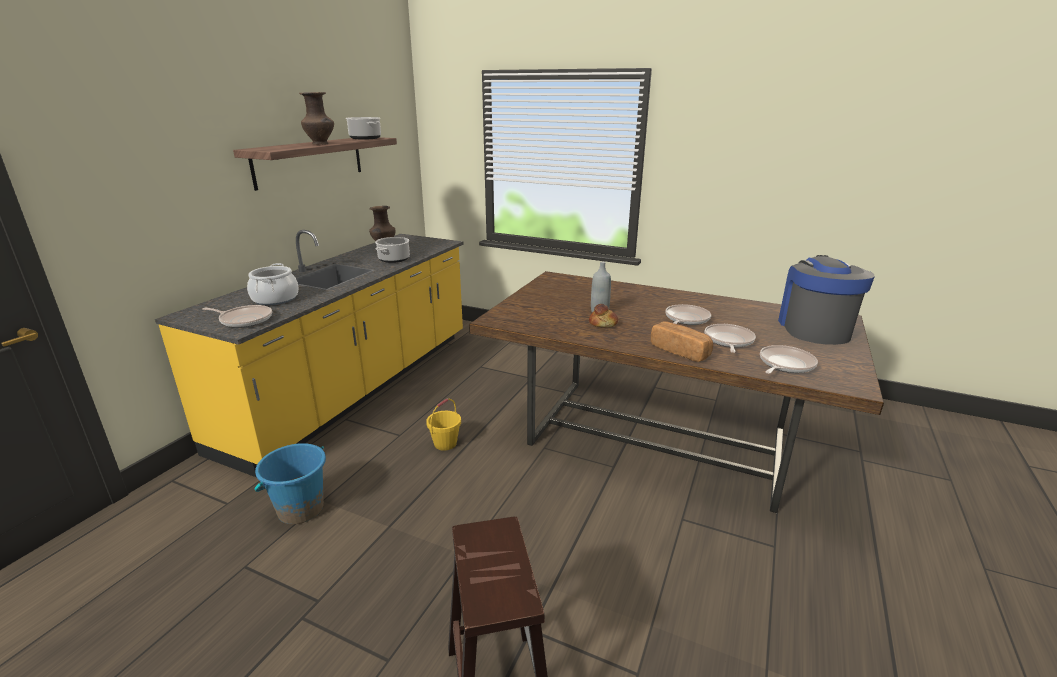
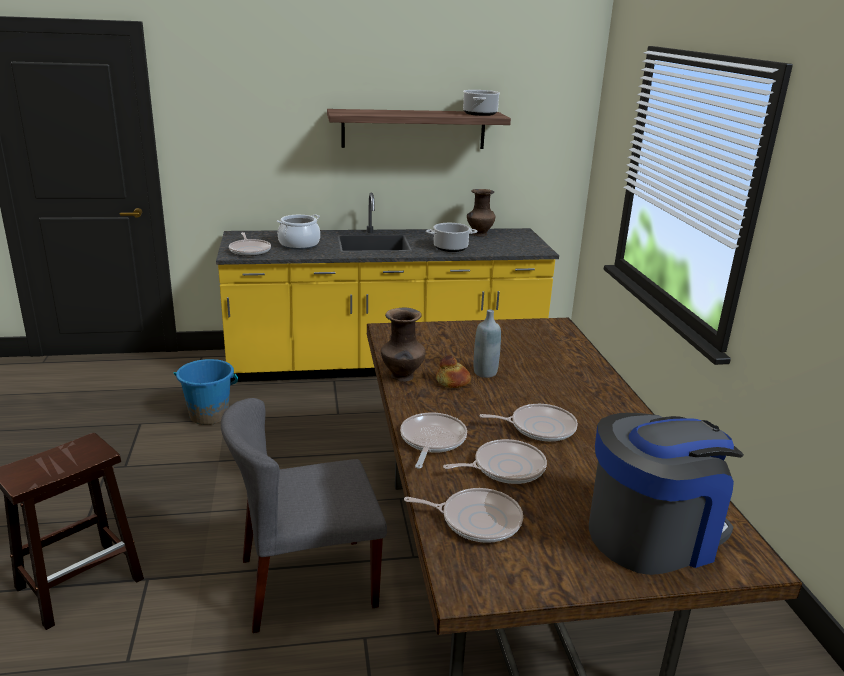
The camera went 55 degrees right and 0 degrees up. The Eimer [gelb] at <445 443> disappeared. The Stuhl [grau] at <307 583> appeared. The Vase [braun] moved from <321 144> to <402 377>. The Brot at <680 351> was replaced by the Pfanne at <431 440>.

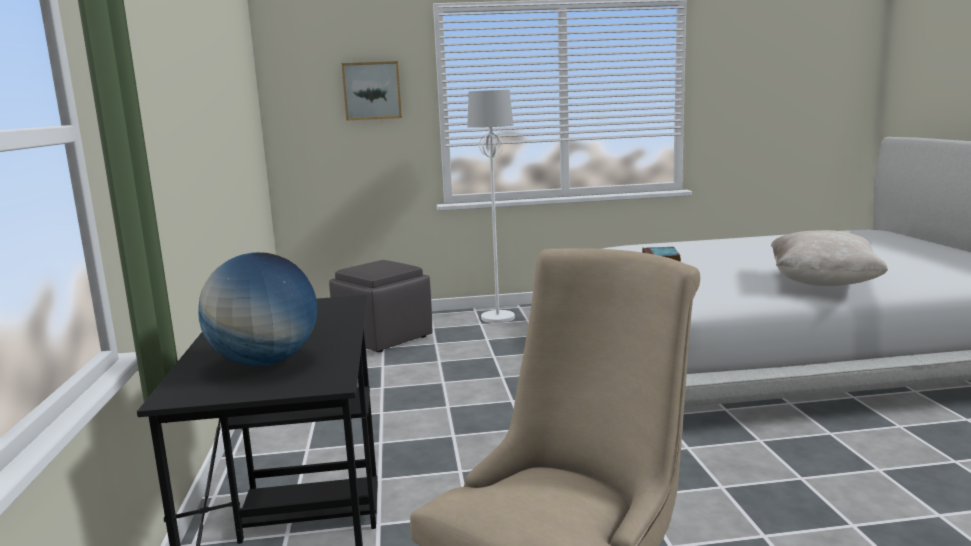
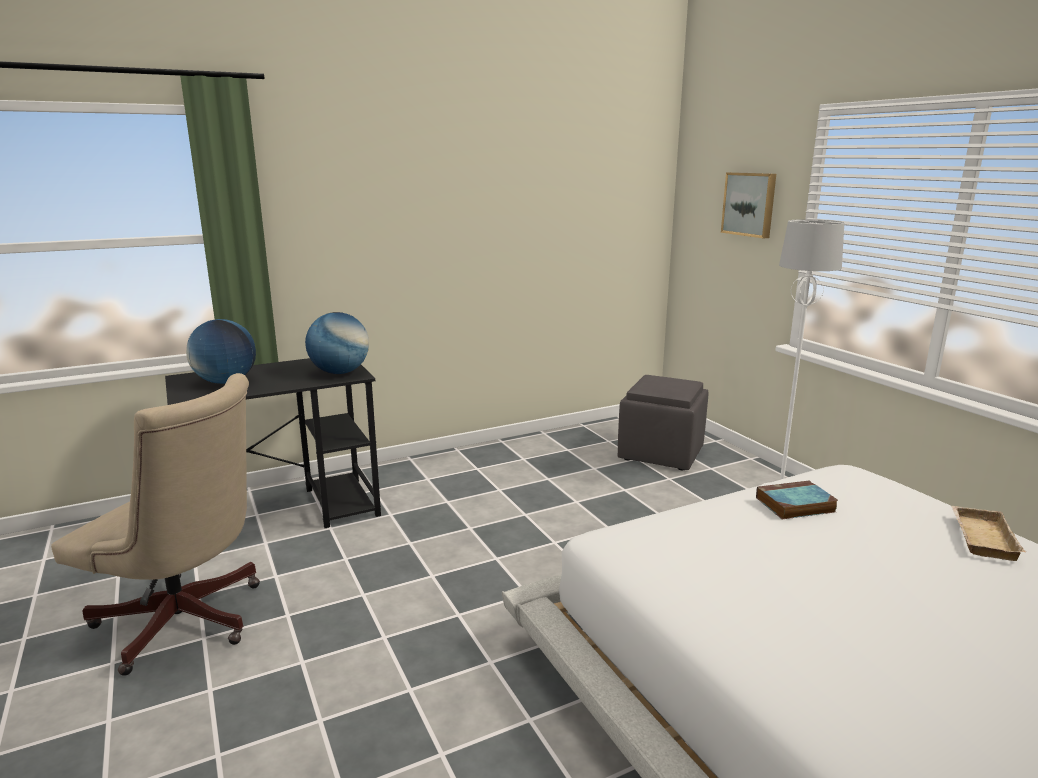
The camera went 70 degrees right and 5 degrees up. The Kissen [beige] at <823 283> disappeared. The Globus at <340 372> appeared. The Tablett [beige] at <980 537> appeared.

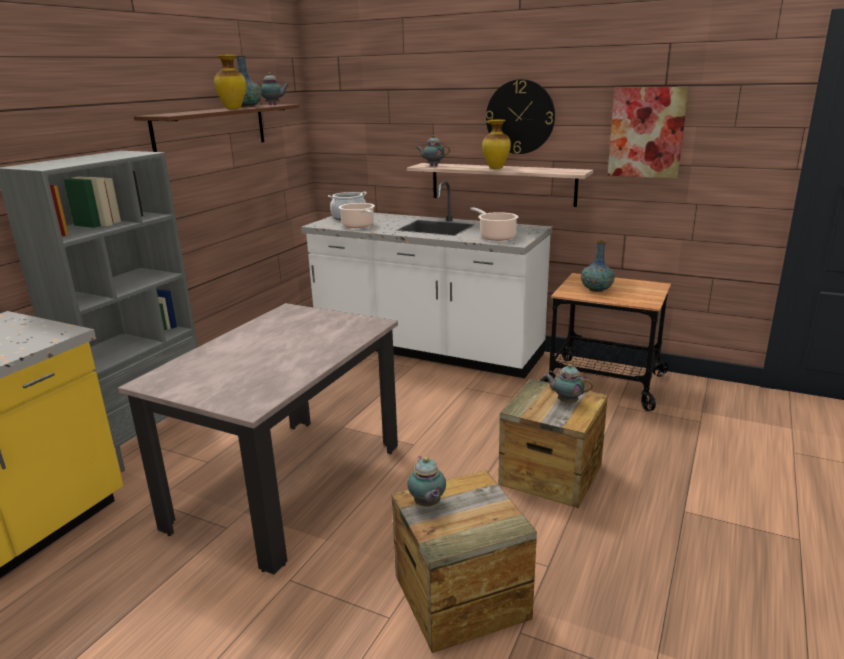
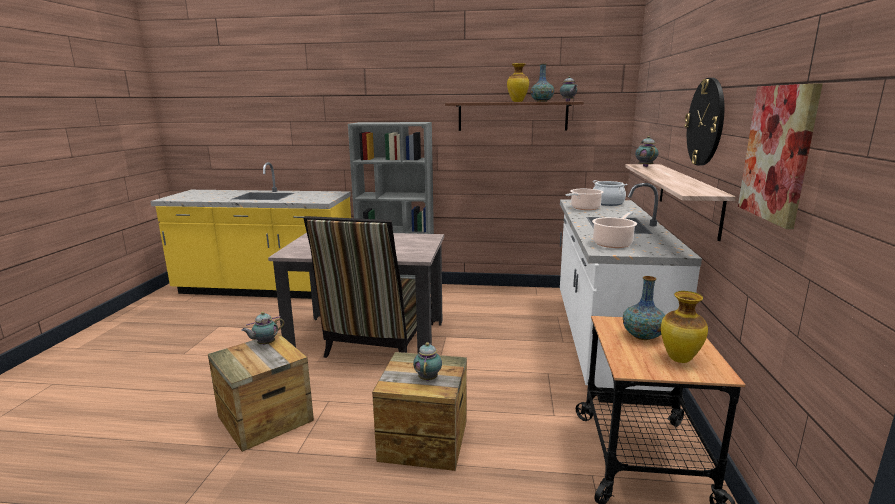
The camera went 70 degrees right and 5 degrees down. The Stuhl at <378 343> appeared. The Vase moved from <495 168> to <678 359>.

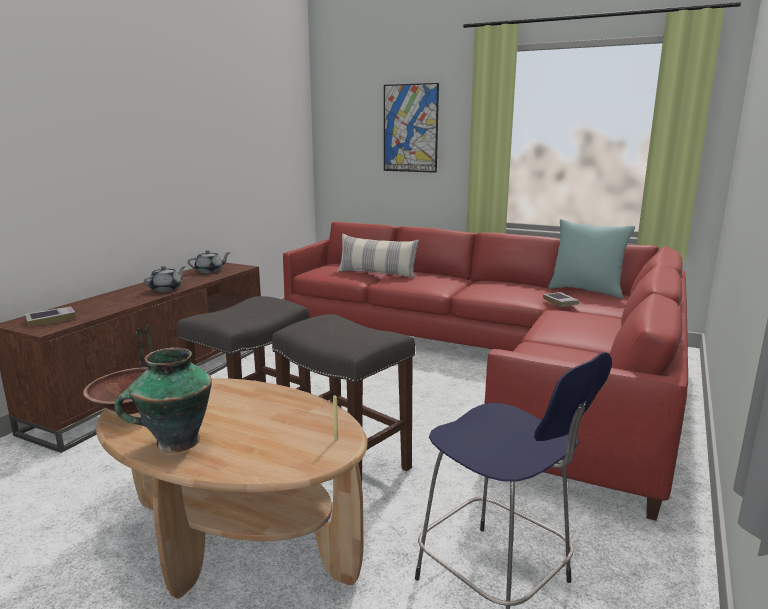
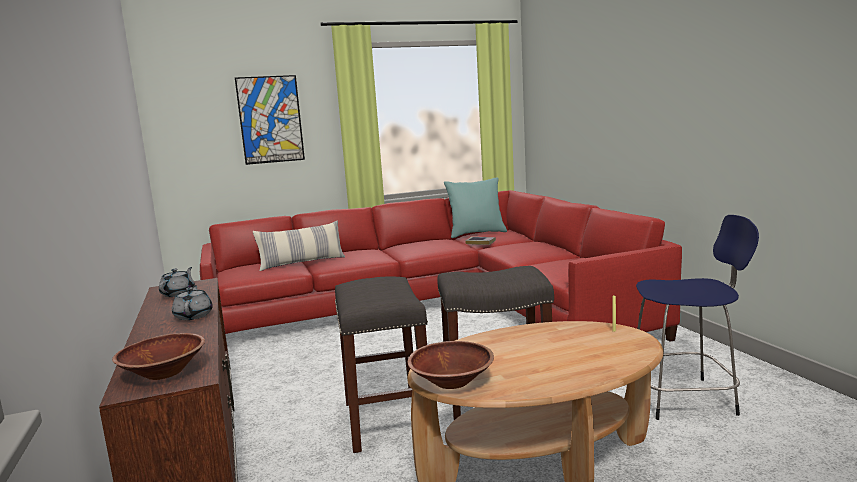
The camera went 45 degrees left and 5 degrees down. The Vase at <175 442> disappeared. The Buch at <51 319> was replaced by the Schüssel [braun] at <164 373>.

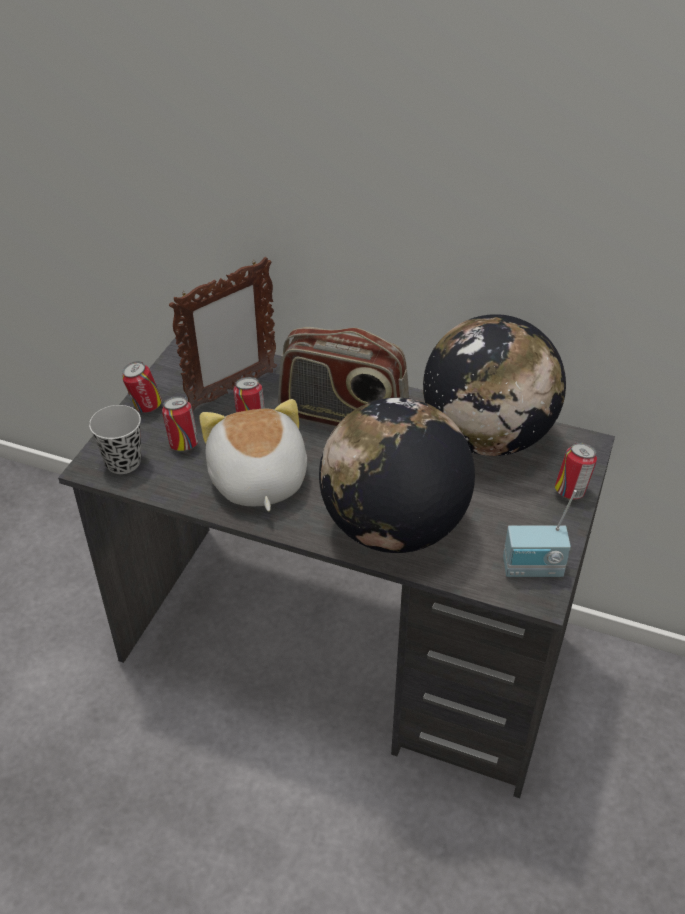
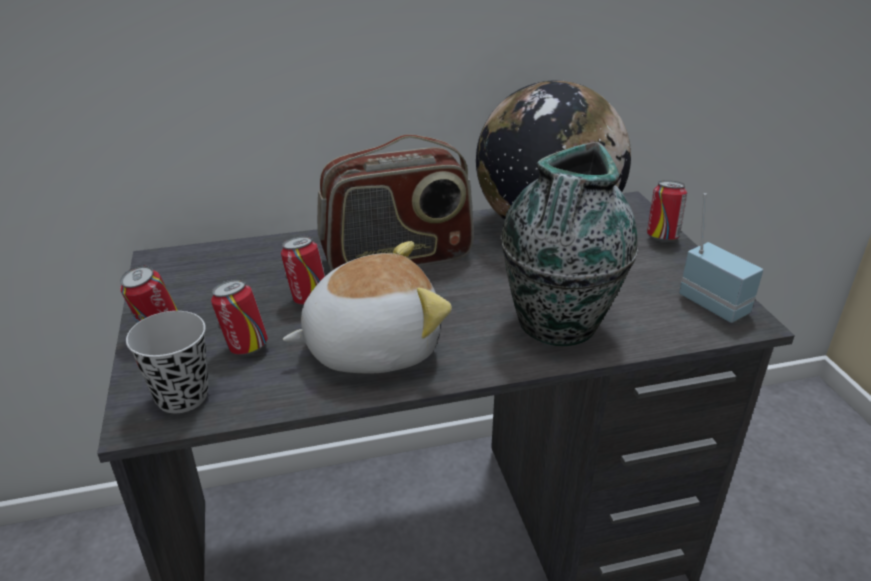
The camera went 35 degrees left and 10 degrees down. The Bilderrahmen at <231 390> disappeared. The Globus at <393 527> was replaced by the Vase at <557 325>. The Plüschtier at <257 480> turned 120 degrees clockwise. The Radio at <533 570> turned 90 degrees counterclockwise.

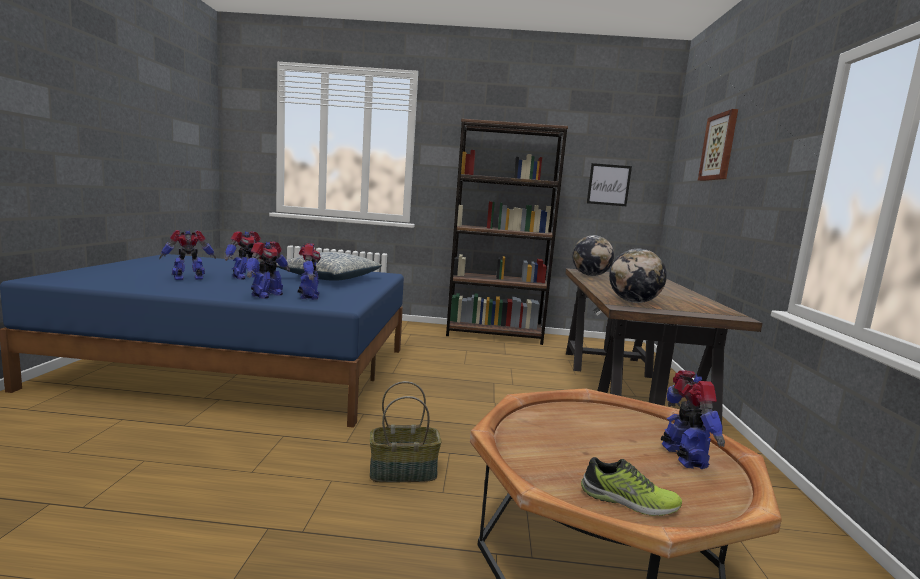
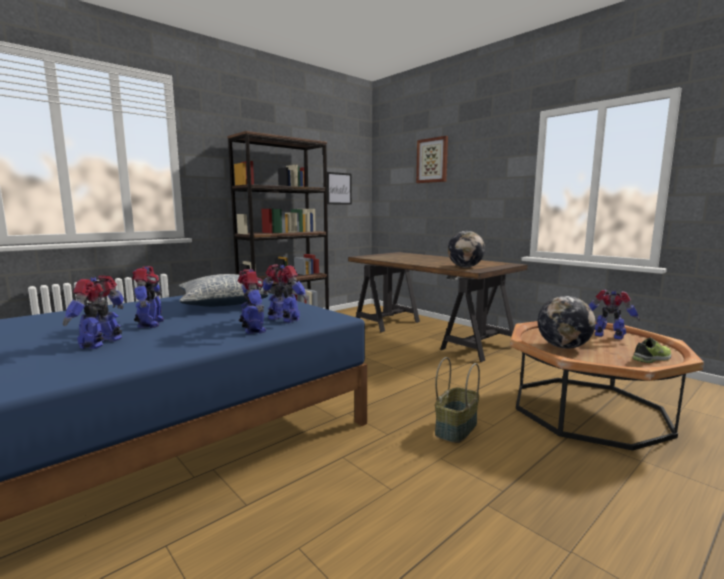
The camera went 45 degrees left and 0 degrees up. The Globus moved from <590 275> to <563 347>.

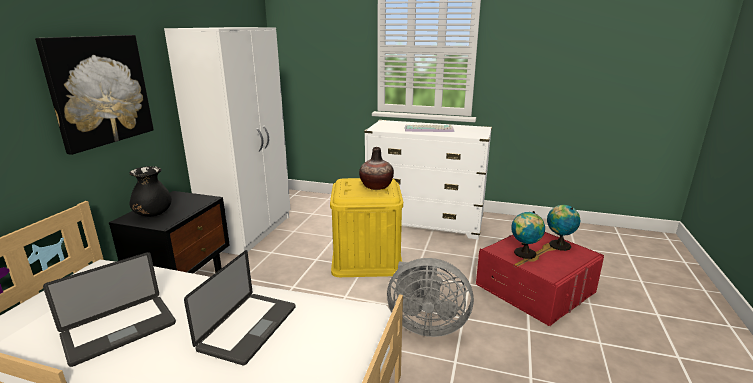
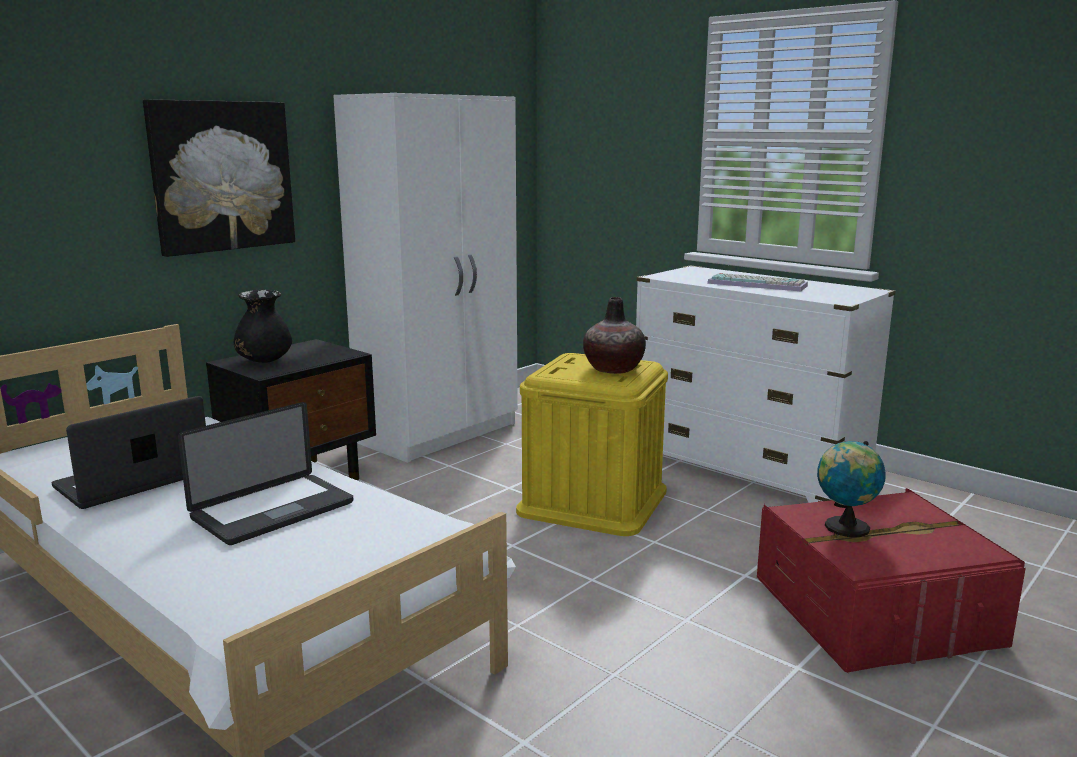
The camera went 25 degrees right and 5 degrees down. The Ventilator [grau] at <425 325> disappeared. The Globus at <558 245> disappeared. The Laptop at <119 330> turned 150 degrees clockwise.

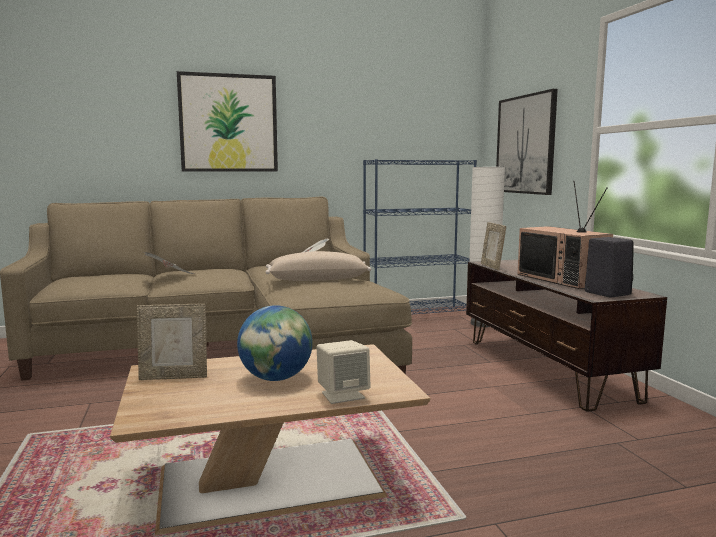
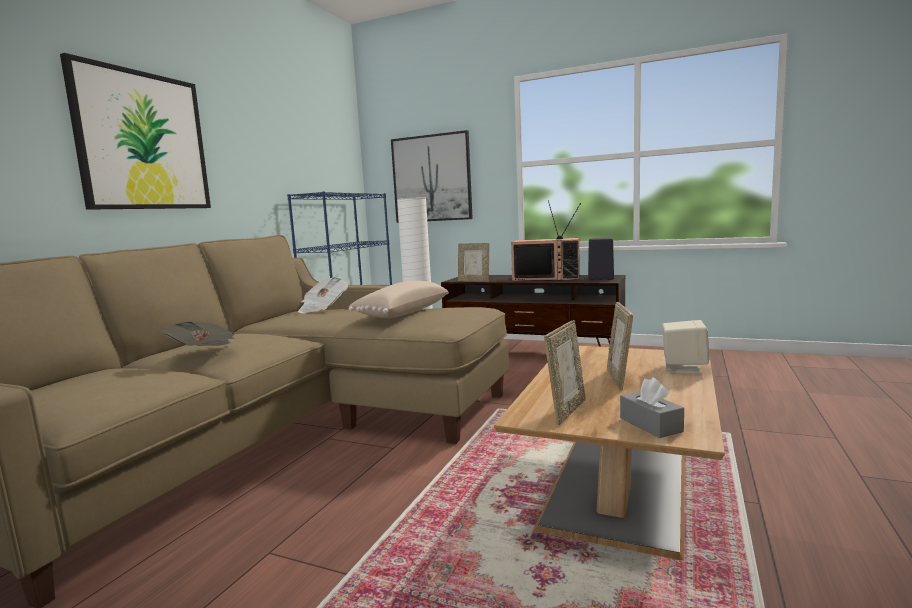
The camera went 50 degrees left and 0 degrees up. The Taschentuchbox [grau] at <650 424> appeared. The Globus at <276 378> was replaced by the Bilderrahmen at <619 379>.

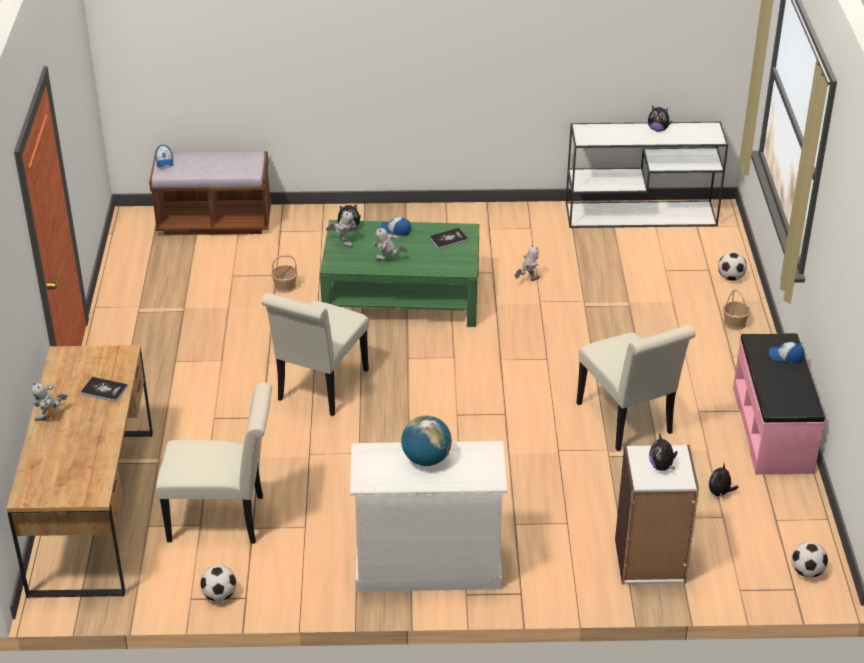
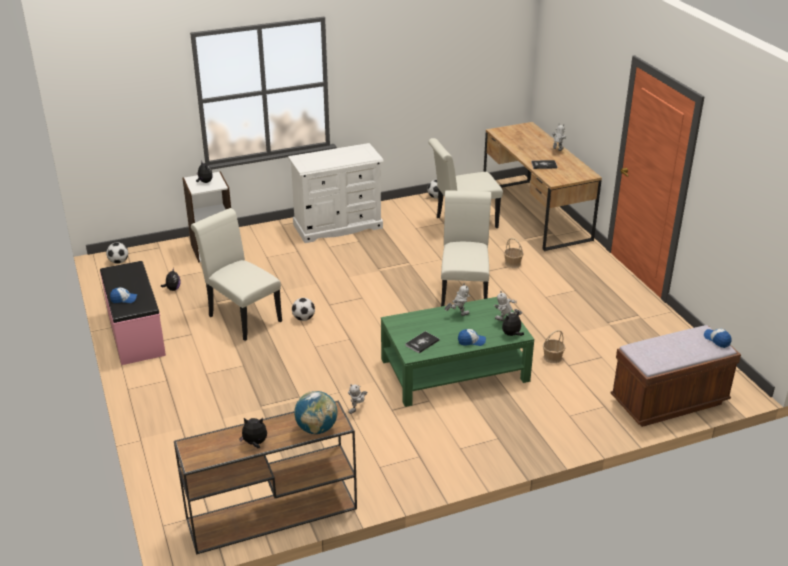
The camera went 160 degrees right and 5 degrees down. The Globus moved from <426 459> to <316 429>. The Fußball moved from <730 278> to <303 318>. The Korb moved from <734 323> to <512 263>. The Konsolentisch [weiß] at <642 214> became the Konsolentisch [braun] at <270 515>.

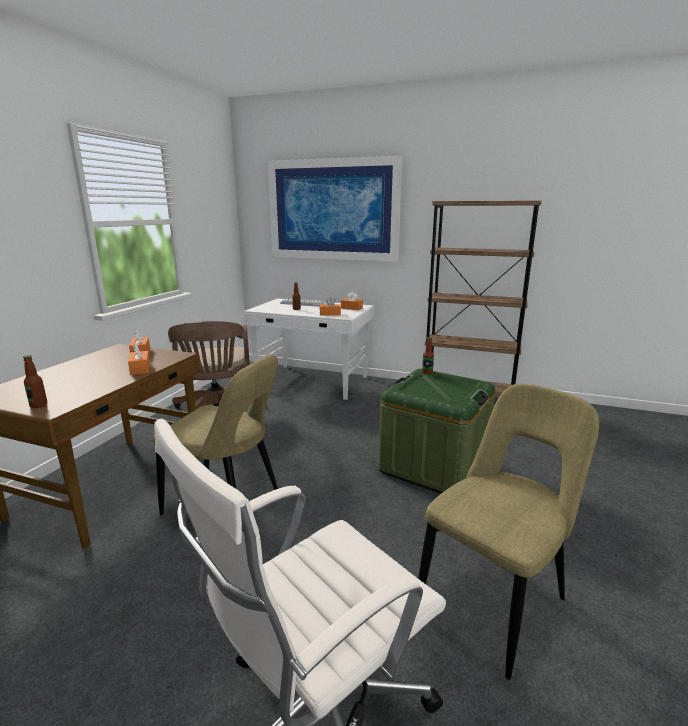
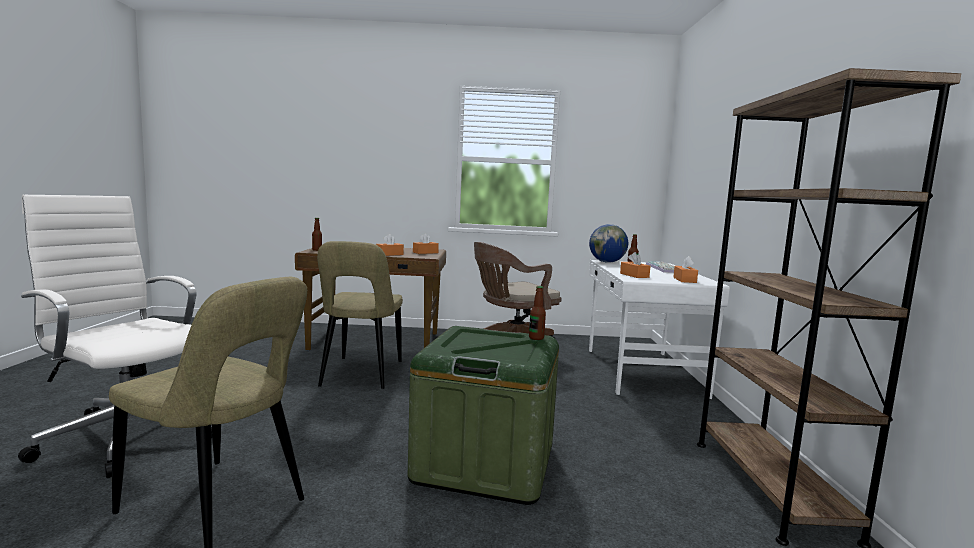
The camera went 70 degrees right and 10 degrees down. The Bild at <333 210> disappeared. The Globus at <607 262> appeared.

